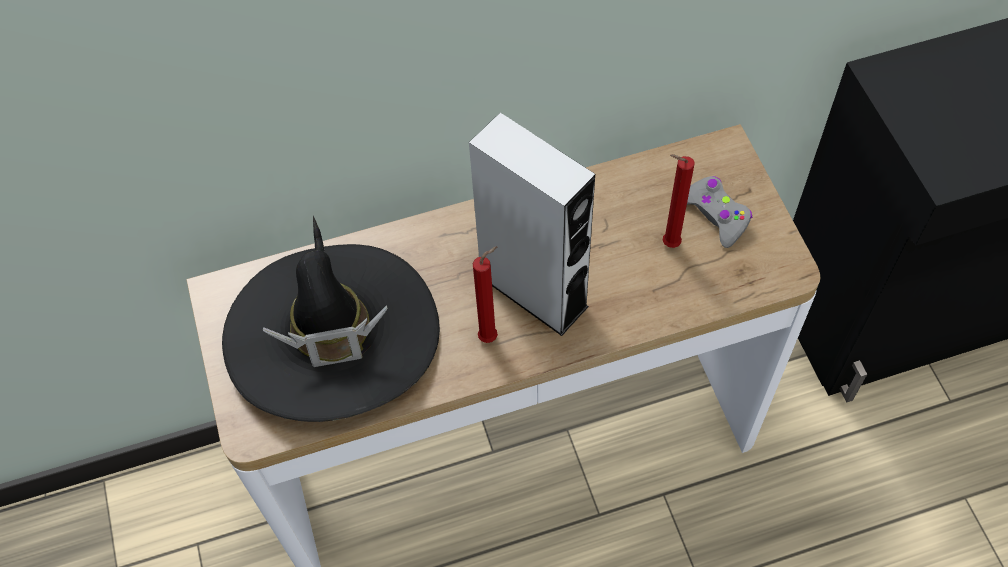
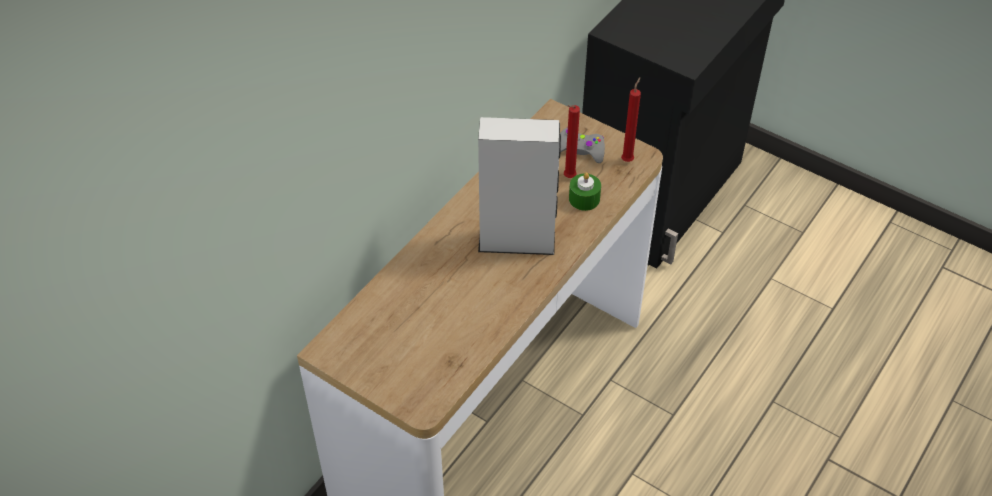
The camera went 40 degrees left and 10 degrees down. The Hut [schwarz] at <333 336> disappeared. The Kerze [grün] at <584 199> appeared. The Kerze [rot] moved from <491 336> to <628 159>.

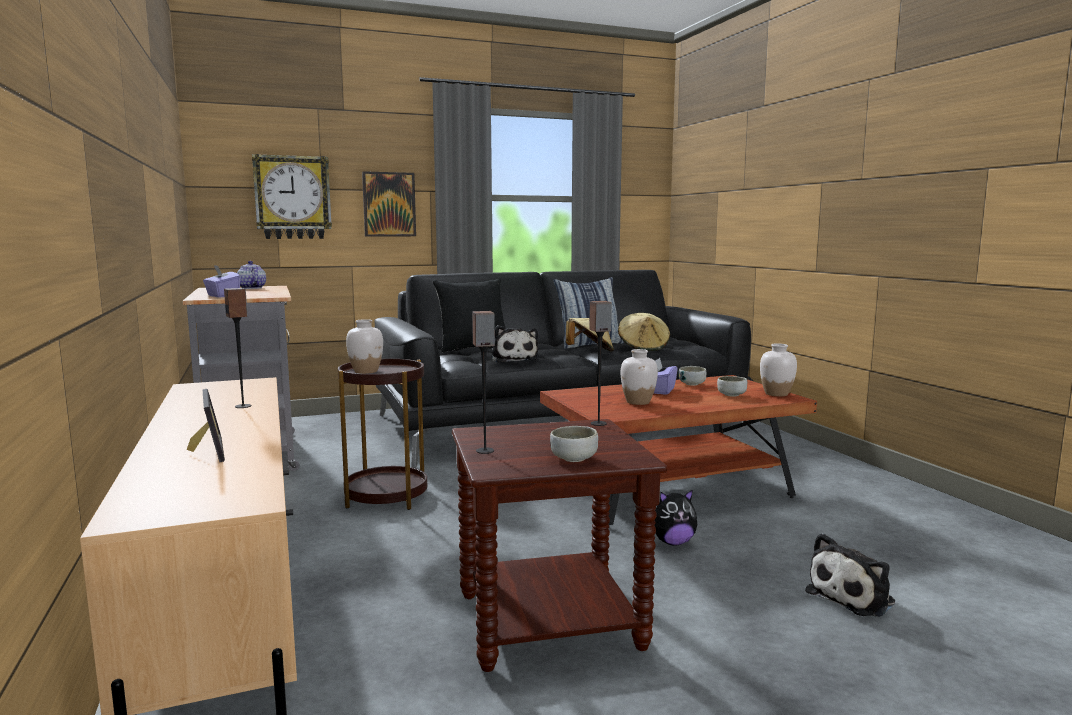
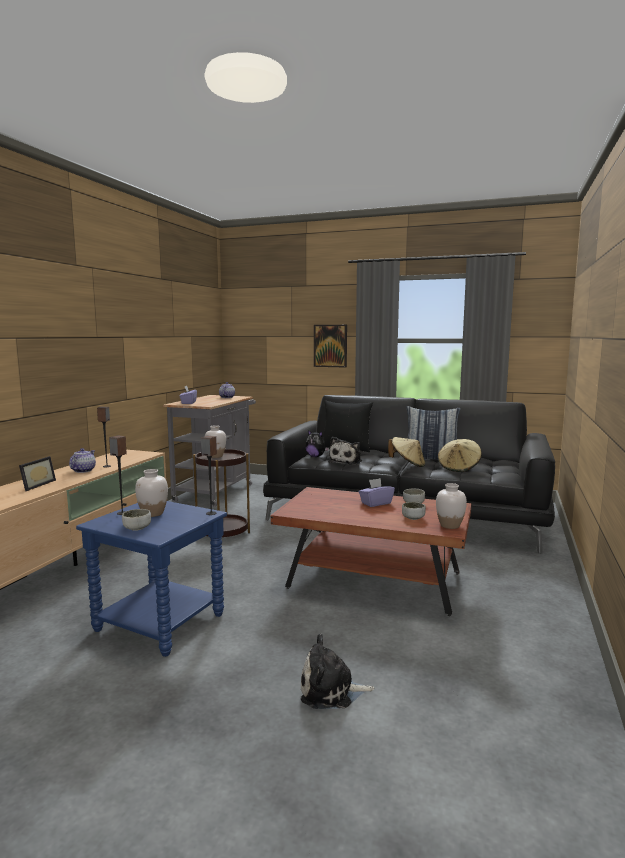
The camera went 40 degrees right and 0 degrees up. The Wanduhr at <292 197> disappeared. The Teekanne at <83 470> appeared. The Vase [weiß] moved from <638 402> to <153 514>. The Plüschtier moved from <673 542> to <316 456>. The Beistelltisch [braun] at <549 623> became the Beistelltisch [blau] at <158 623>.

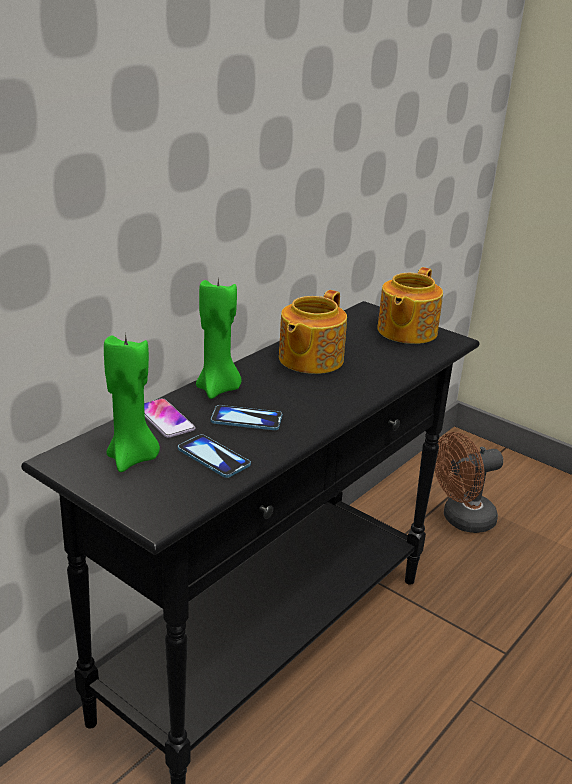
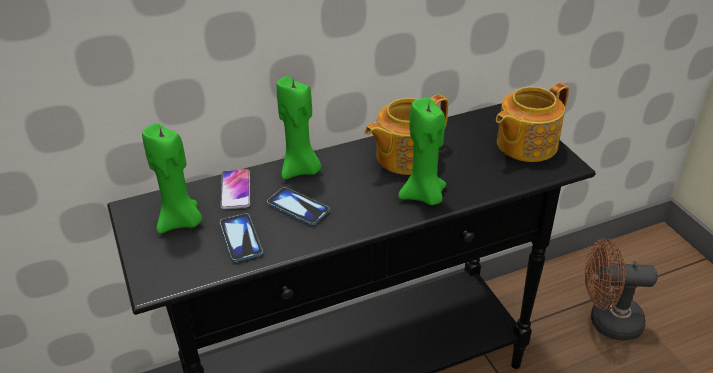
The camera went 30 degrees right and 10 degrees up. The Kerze [grün] at <424 196> appeared.

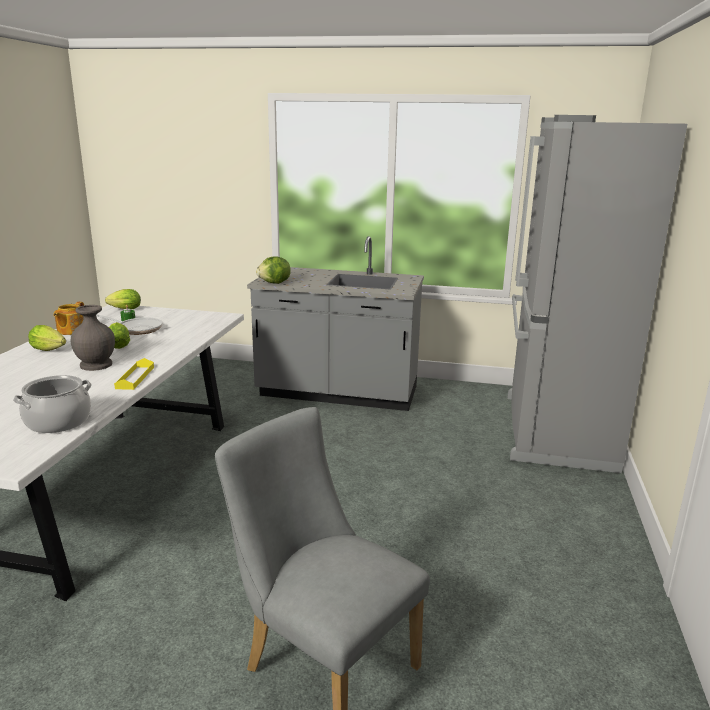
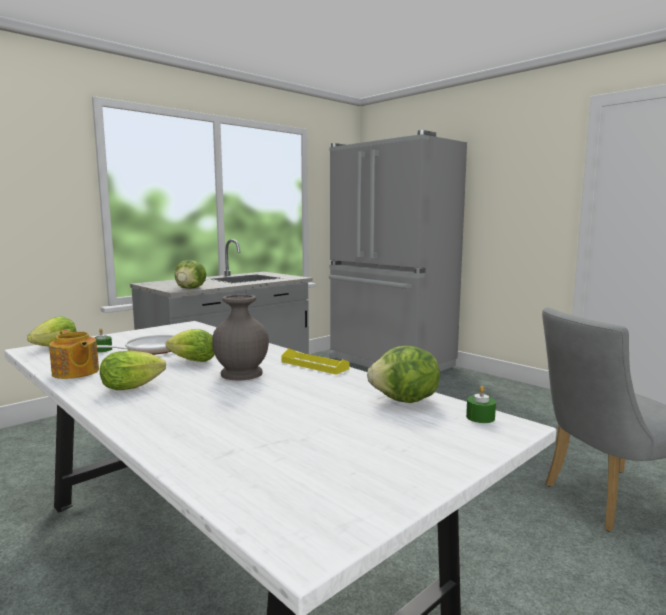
The camera went 55 degrees left and 10 degrees down. The Kerze [grün] at <480 417> appeared. The Kochtopf at <58 422> was replaced by the Salatkopf at <405 401>.

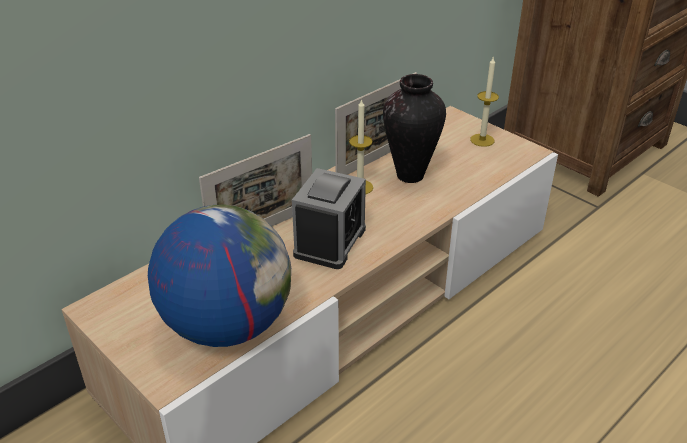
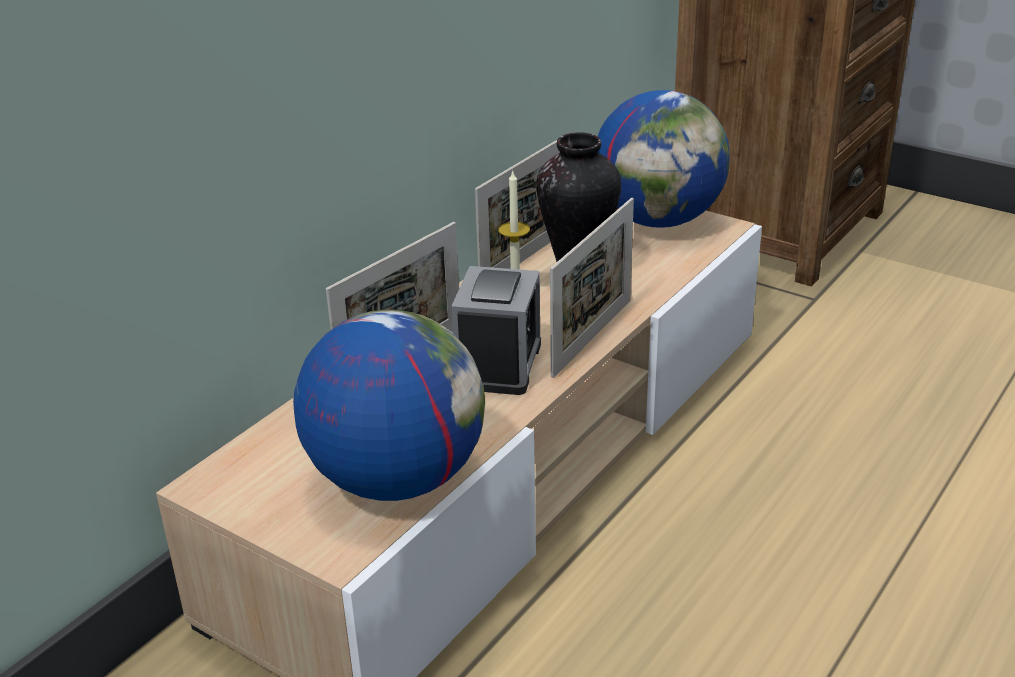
The camera went 10 degrees left and 5 degrees down. The Bilderrahmen at <592 337> appeared. The Kerze at <482 140> was replaced by the Globus at <658 220>.

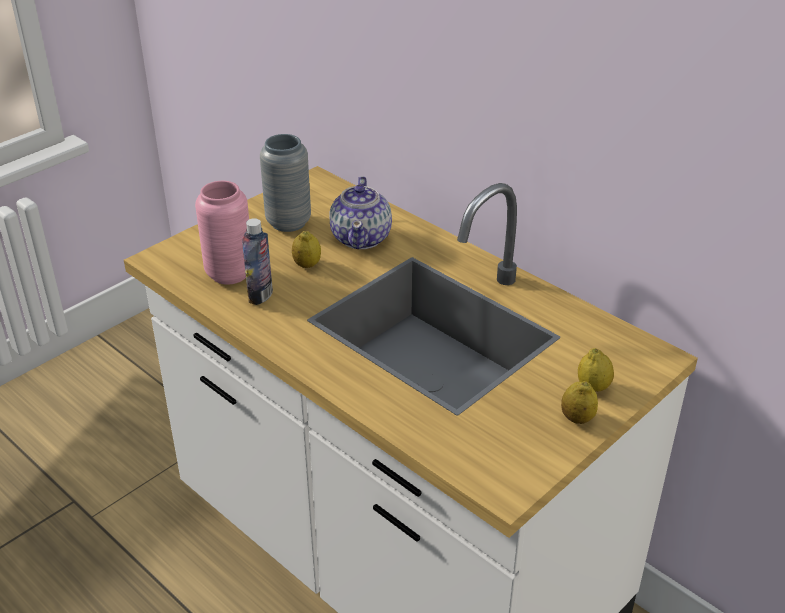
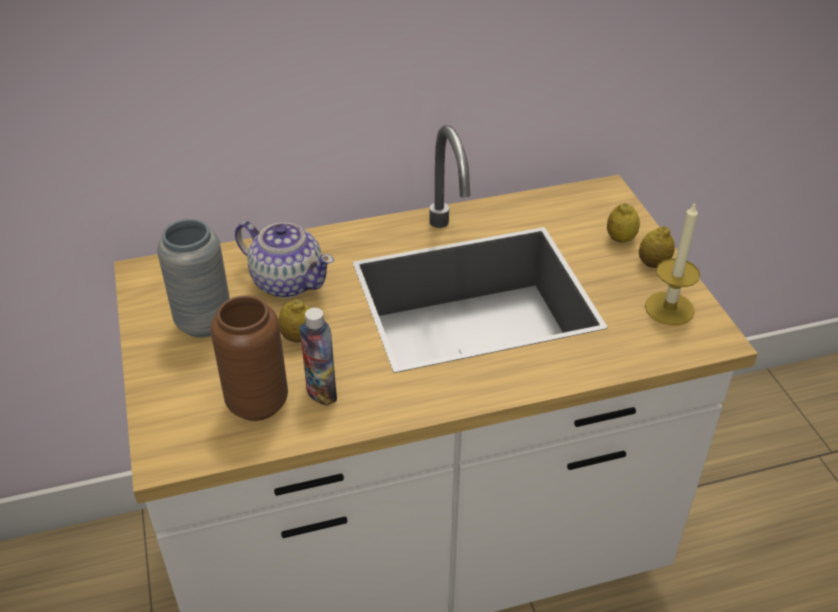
The camera went 60 degrees left and 5 degrees up. The Kerze at <669 308> appeared. The Vase [rosa] at <229 274> became the Vase [braun] at <257 403>.

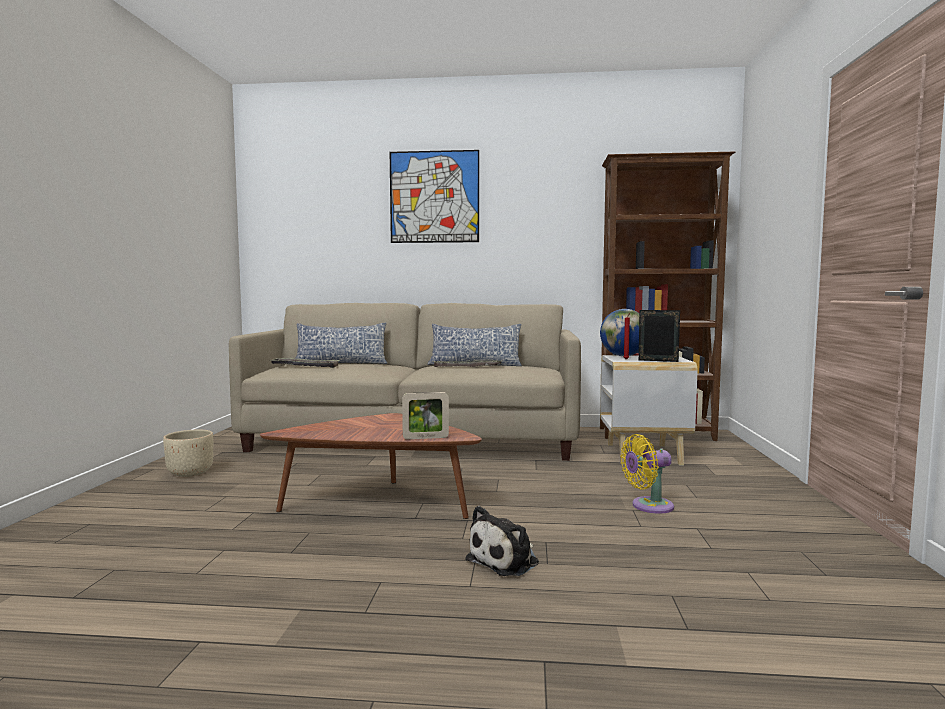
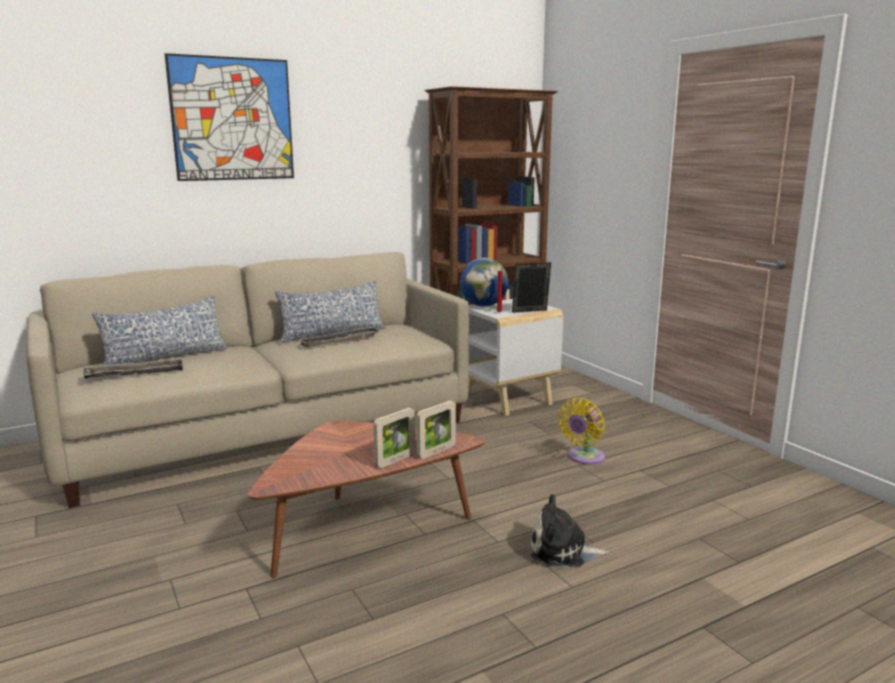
The camera went 35 degrees left and 10 degrees up. The Pflanzkübel [beige] at <190 473> disappeared. The Bilderrahmen at <395 460> appeared. The Plüschtier at <506 561> turned 90 degrees clockwise.

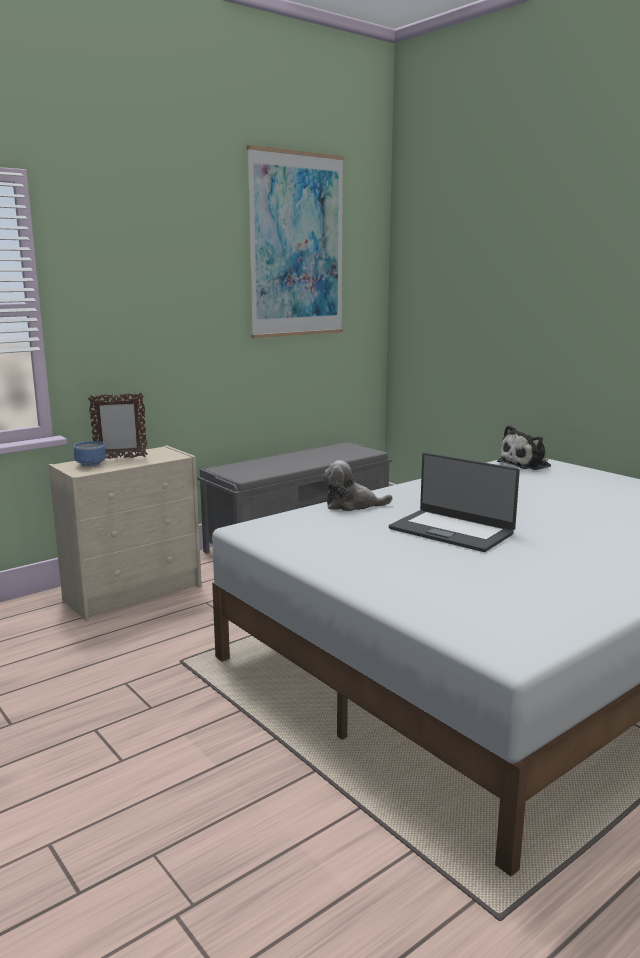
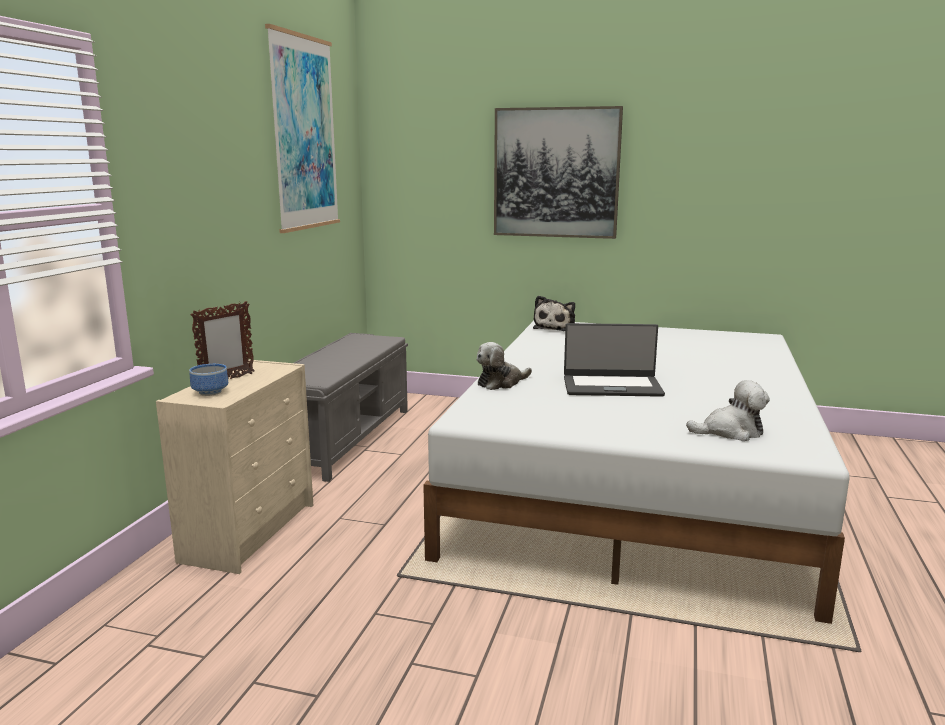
The camera went 35 degrees left and 0 degrees up. The Bild at <556 173> appeared. The Plüschtier at <730 432> appeared.

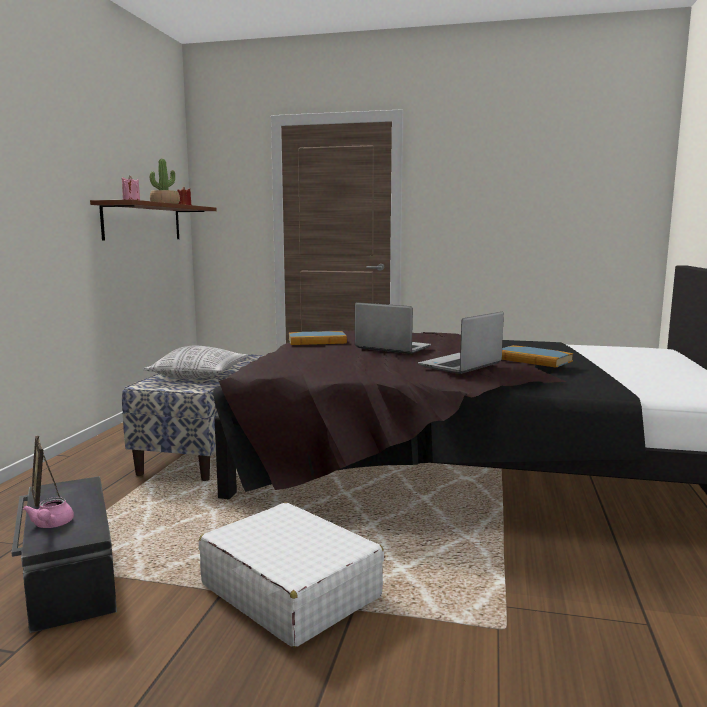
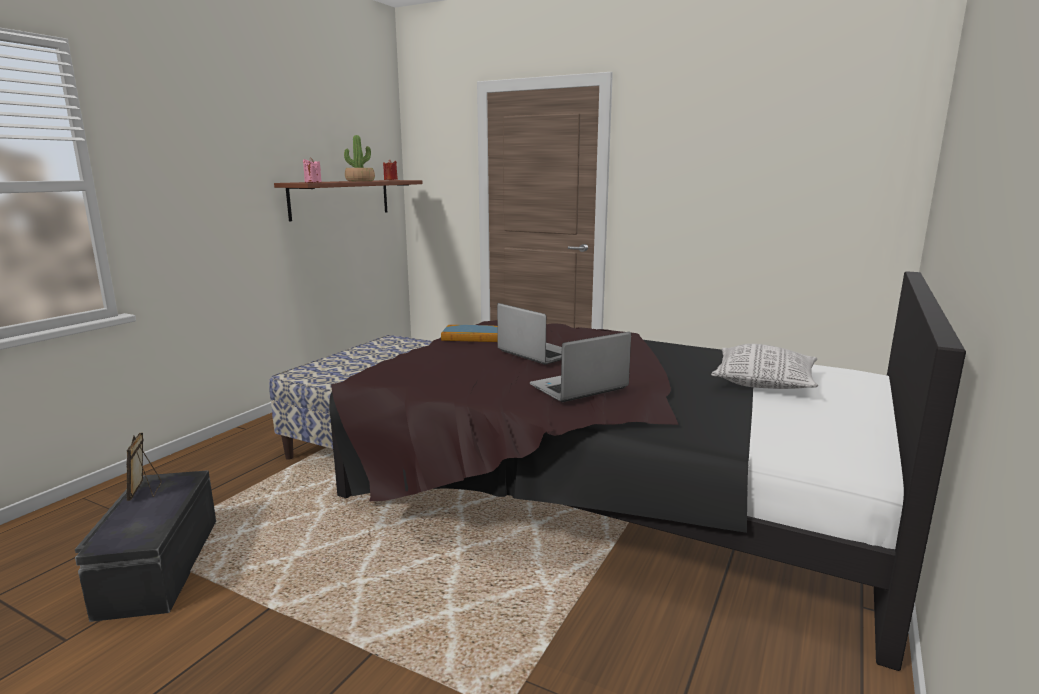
The camera went 15 degrees right and 5 degrees up. The Teekanne [rosa] at <51 525> disappeared. The Koffer [weiß] at <290 590> disappeared. The Buch at <533 360> disappeared. The Kissen moved from <198 376> to <763 383>.

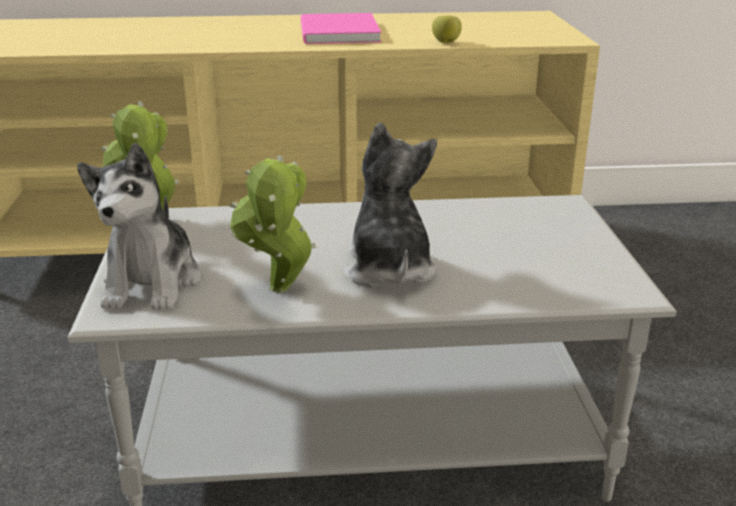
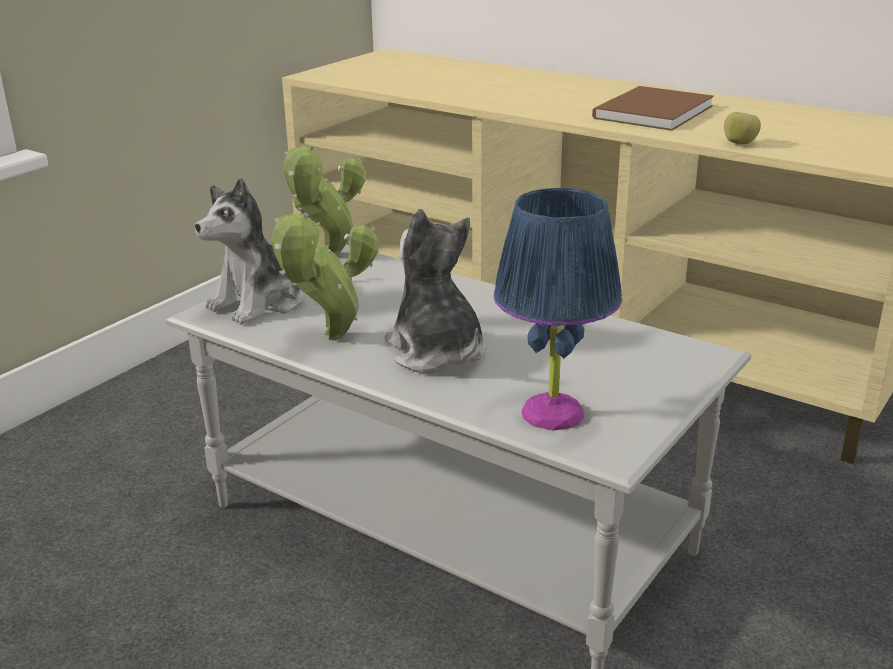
The camera went 40 degrees right and 0 degrees up. The Tischlampe [blau] at <551 413> appeared. The Buch [rosa] at <336 33> became the Buch [braun] at <649 112>. The Plüschtier at <388 269> turned 60 degrees counterclockwise.

